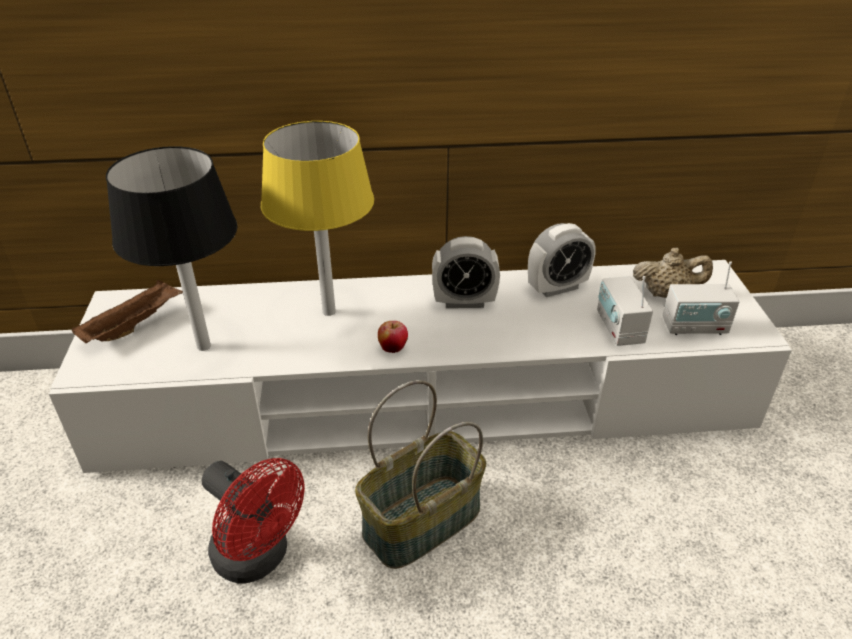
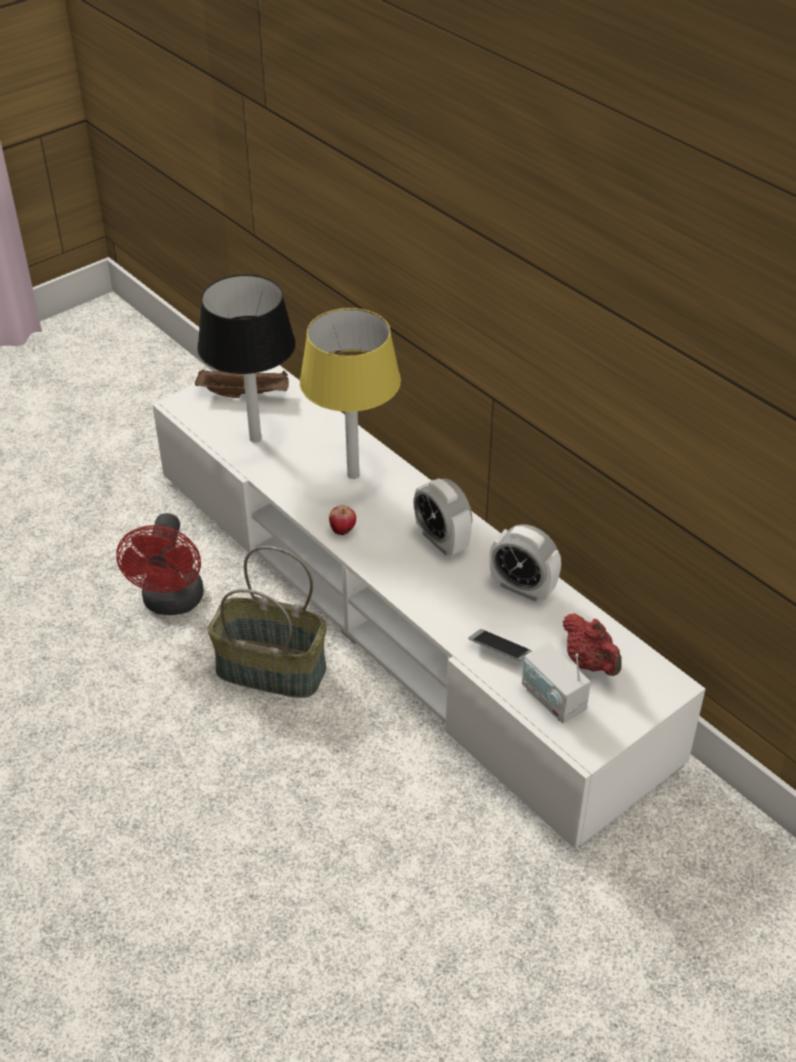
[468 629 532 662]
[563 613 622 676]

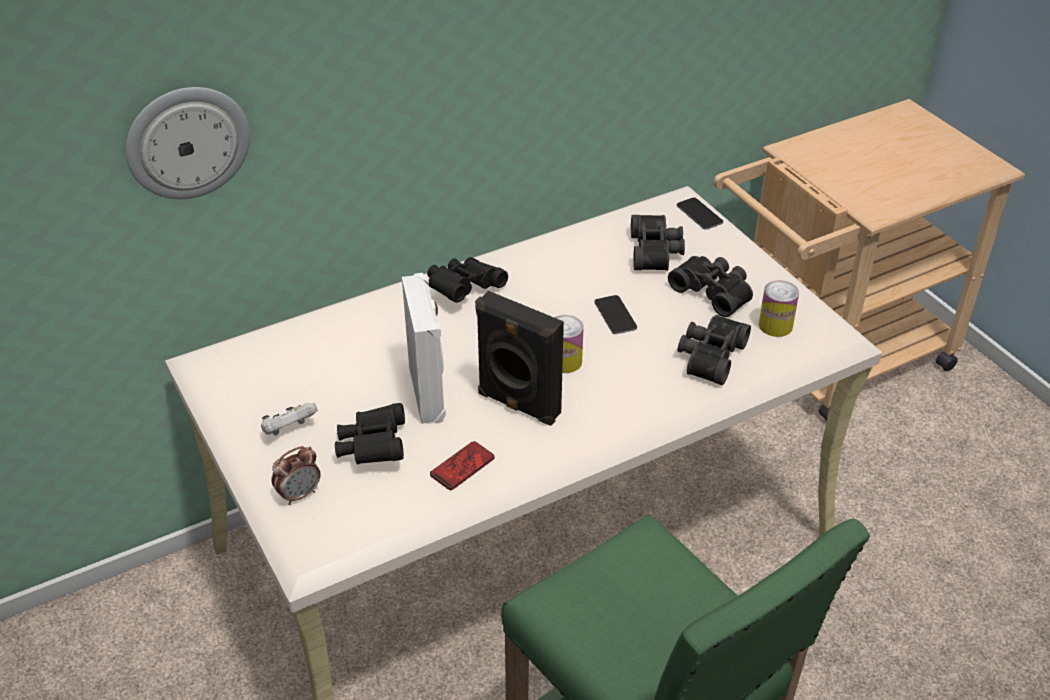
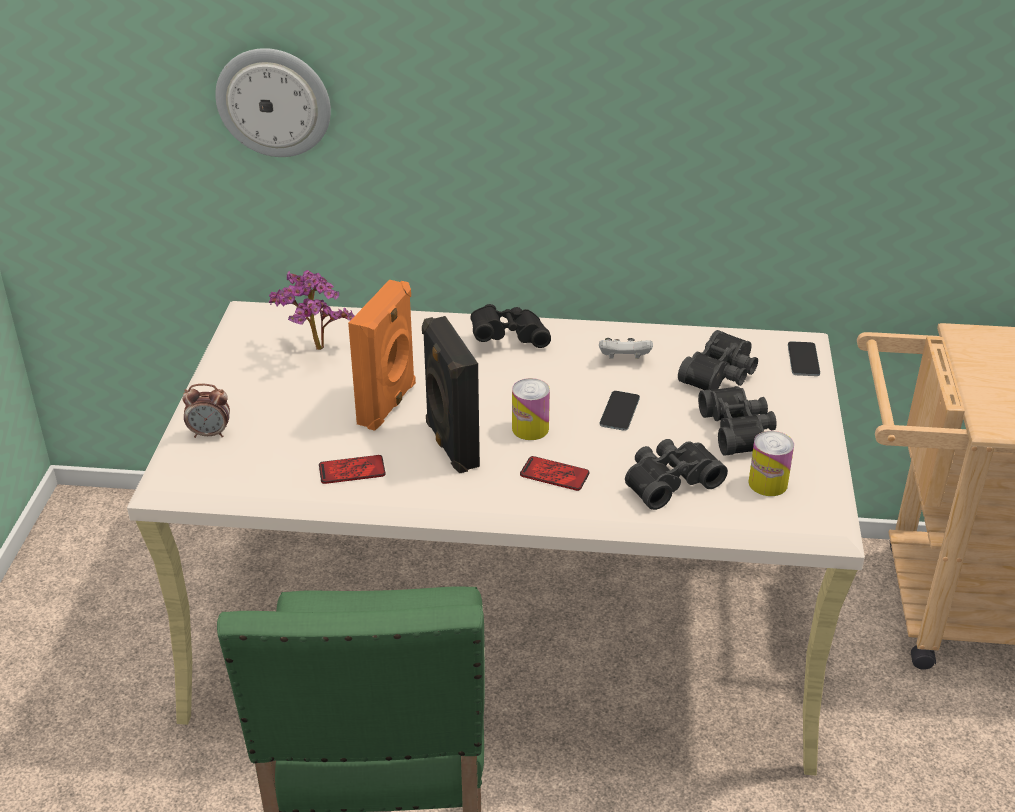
[268 270 355 350]
[348 279 416 431]
[520 456 589 491]
[599 338 653 359]
[335 403 405 465] (first image)

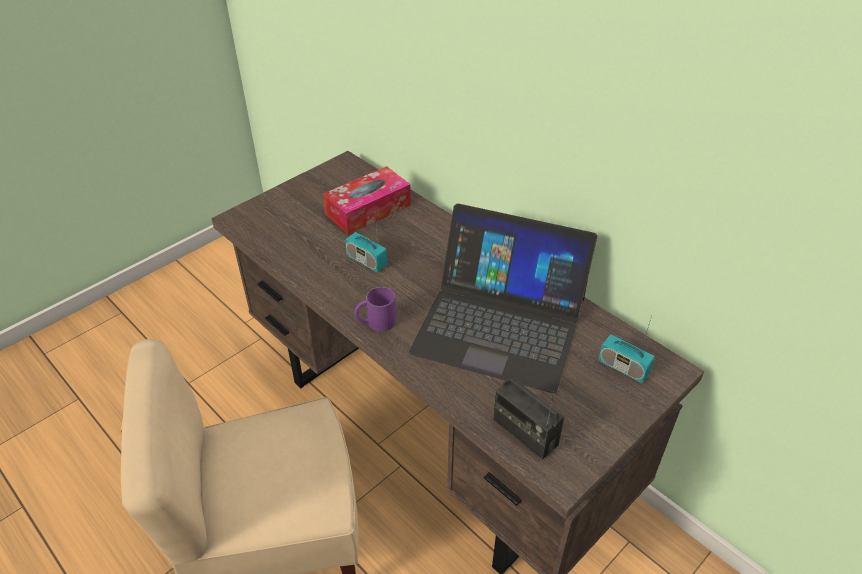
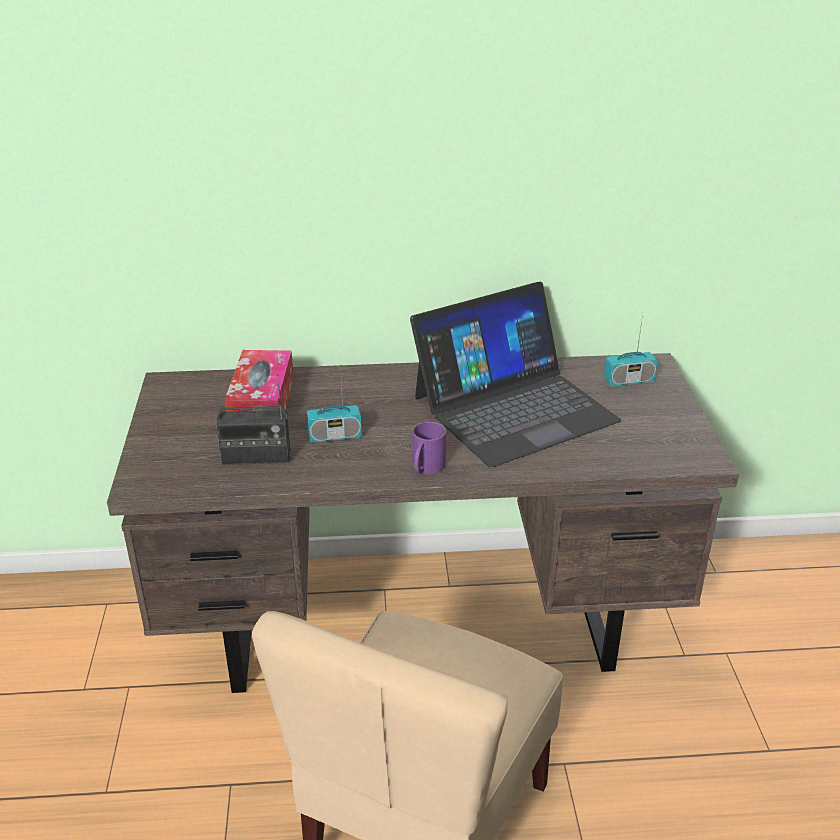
[216 374 290 465]

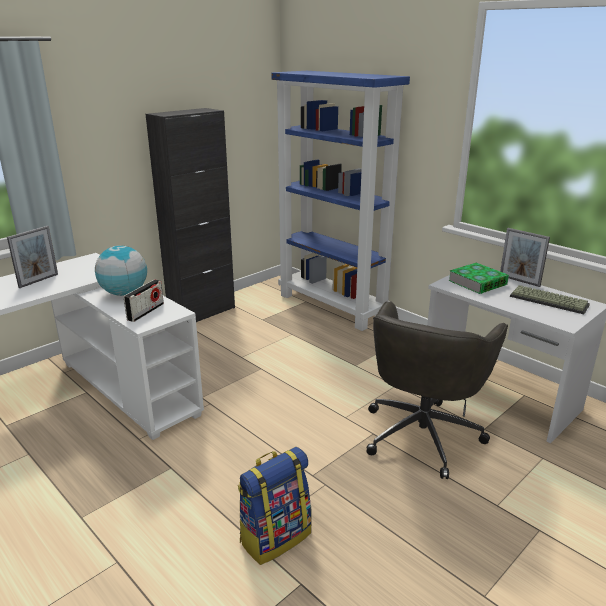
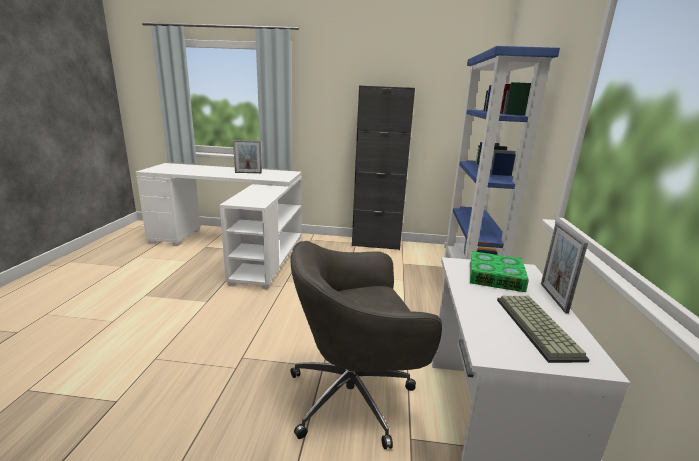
[95 245 147 296] (first image)
[124 280 164 322] (first image)
[238 447 312 565] (first image)

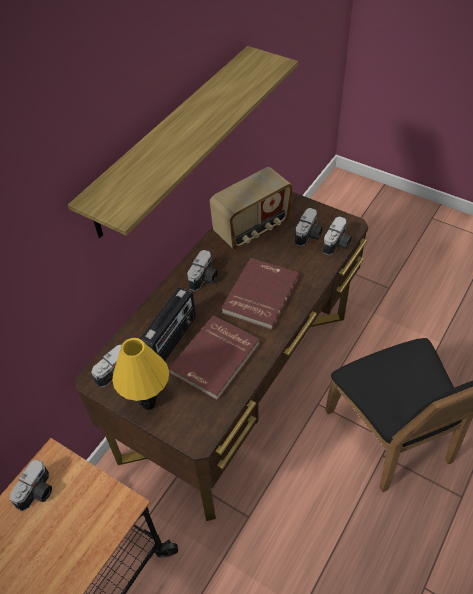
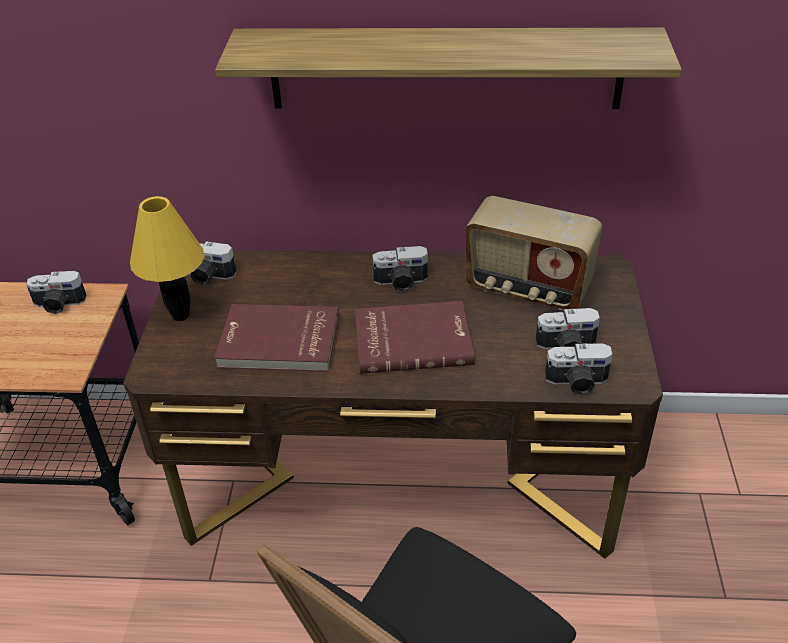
[140 287 196 361] (first image)

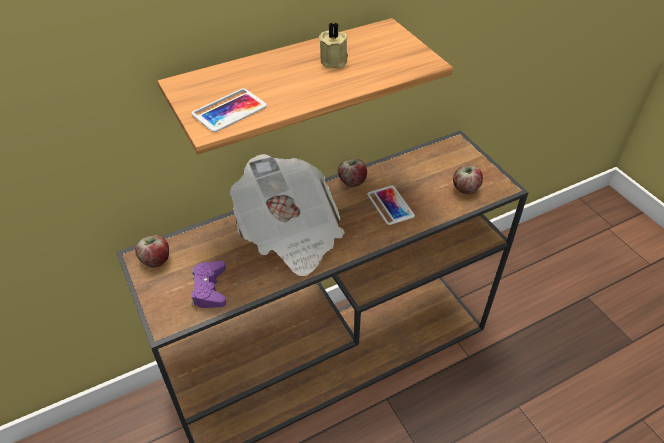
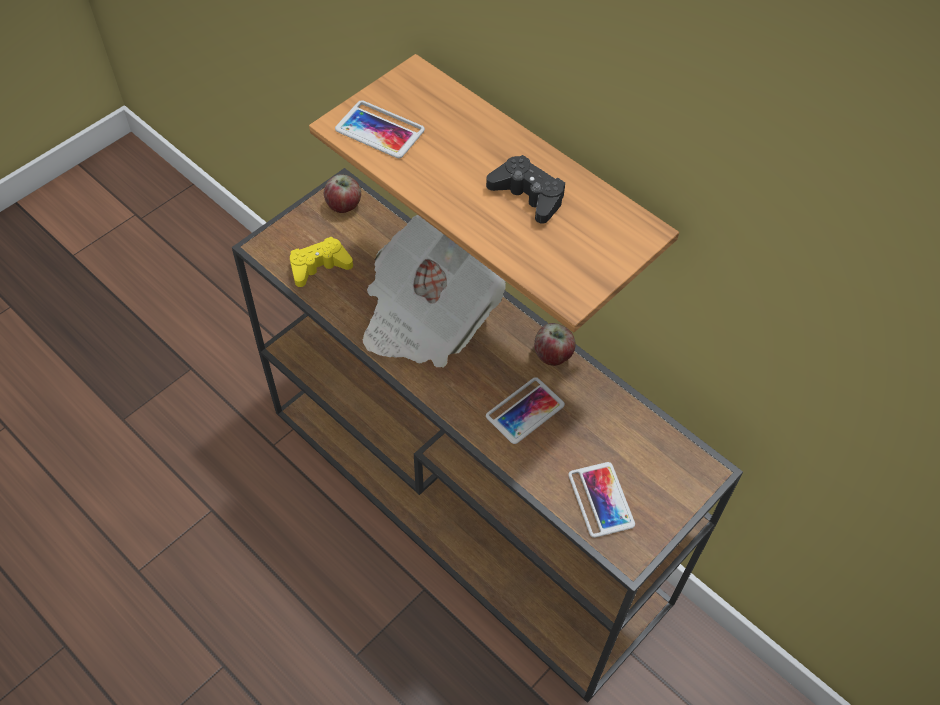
[290 236 353 287]
[486 155 565 224]
[568 462 635 538]

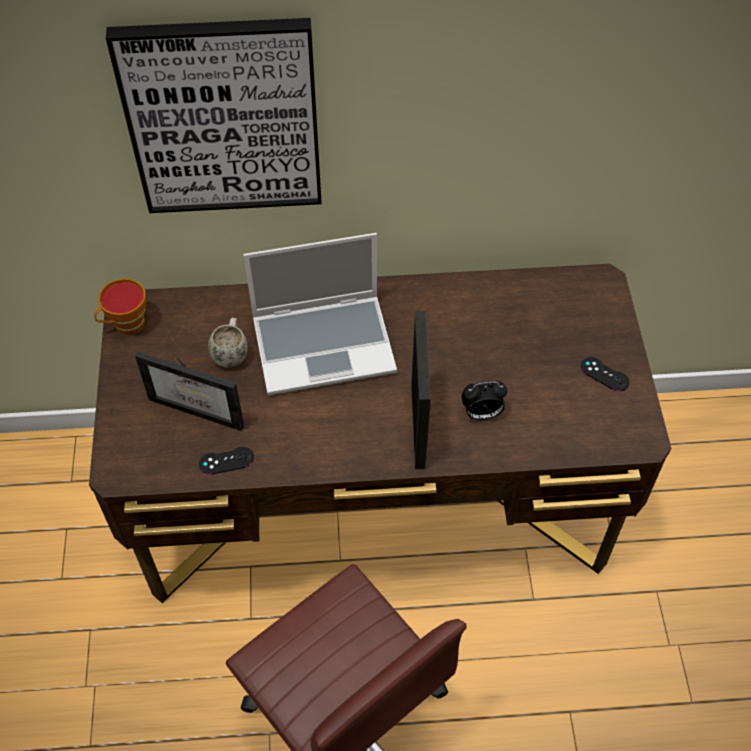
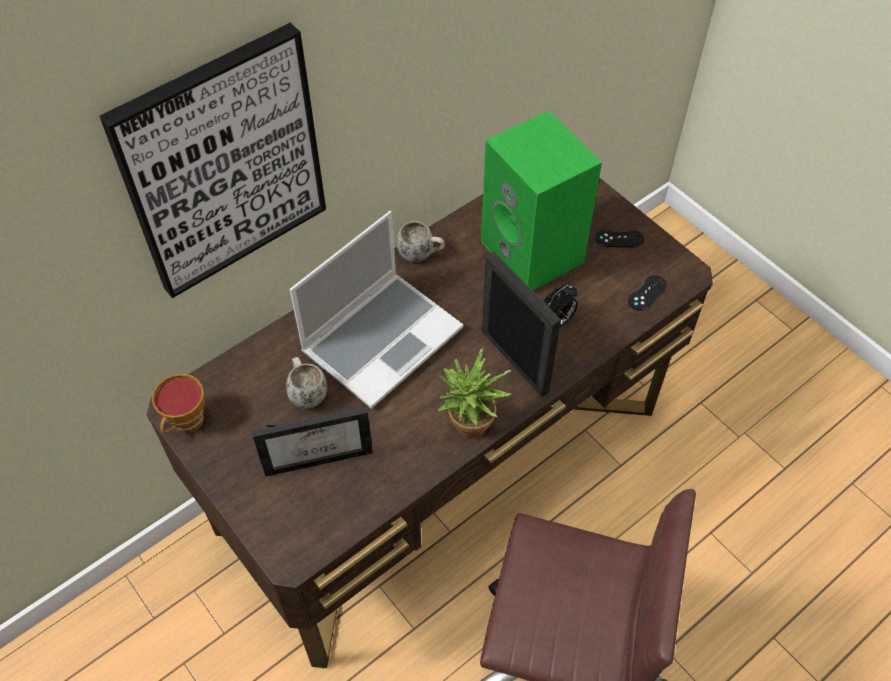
[397 221 445 262]
[438 349 512 438]
[481 110 602 291]
[628 275 667 311]

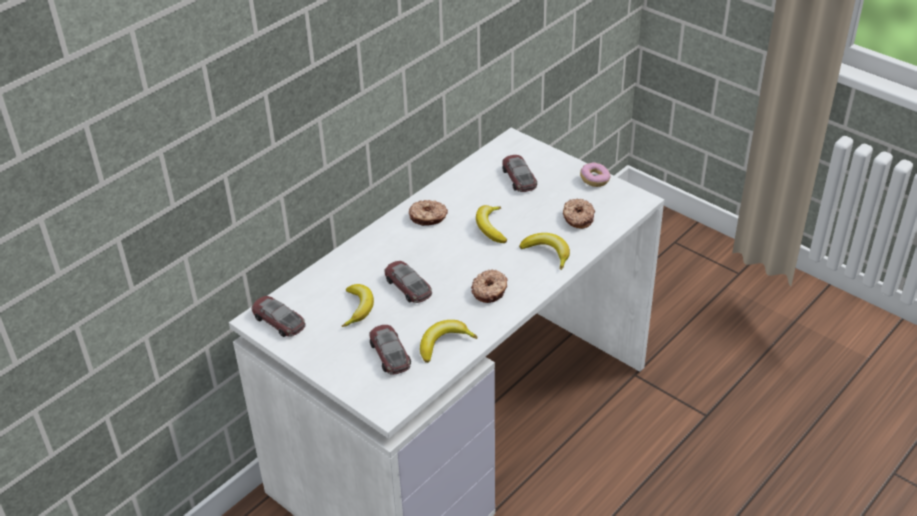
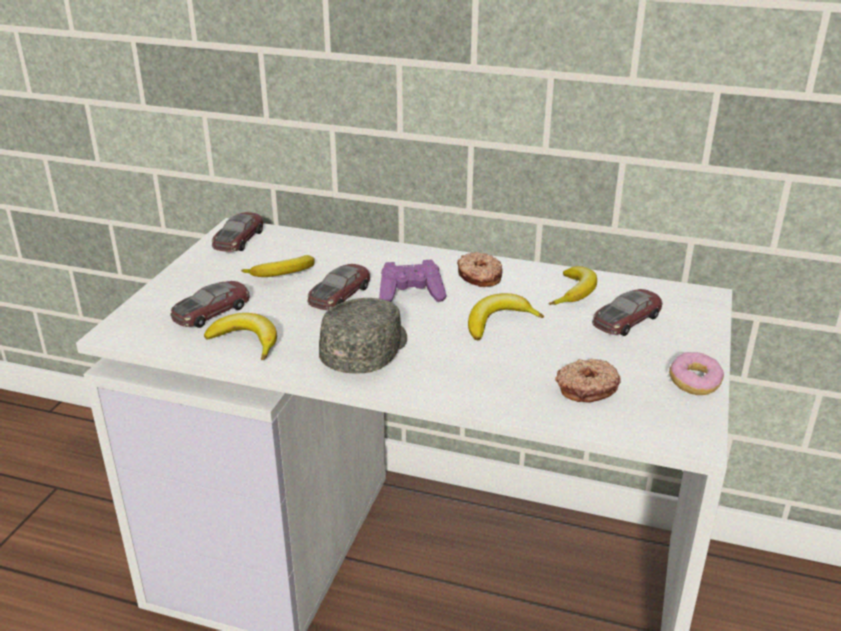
[319 298 407 374]
[379 260 447 302]
[549 266 597 305]

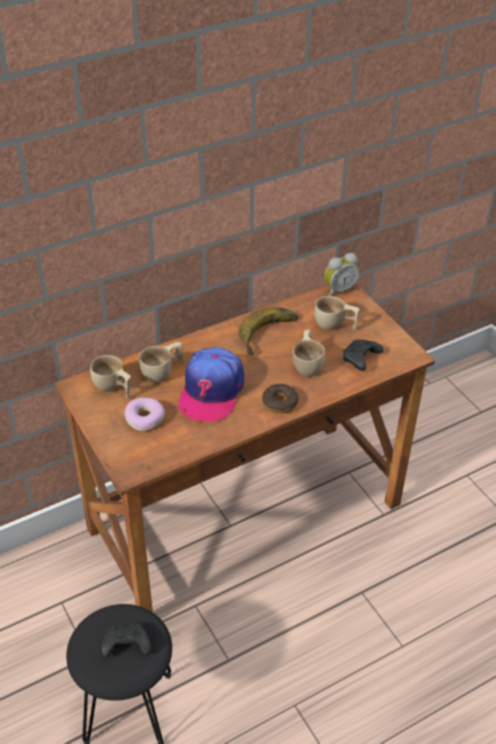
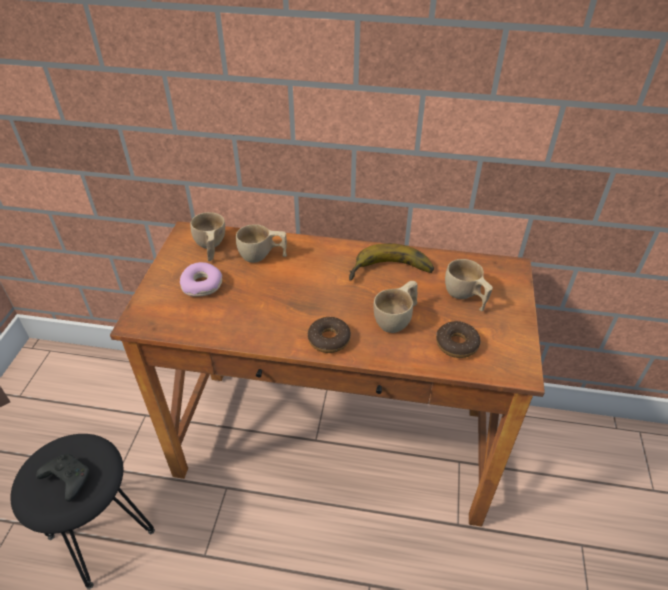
[436 321 480 358]
[179 348 244 422] (first image)
[324 253 359 296] (first image)

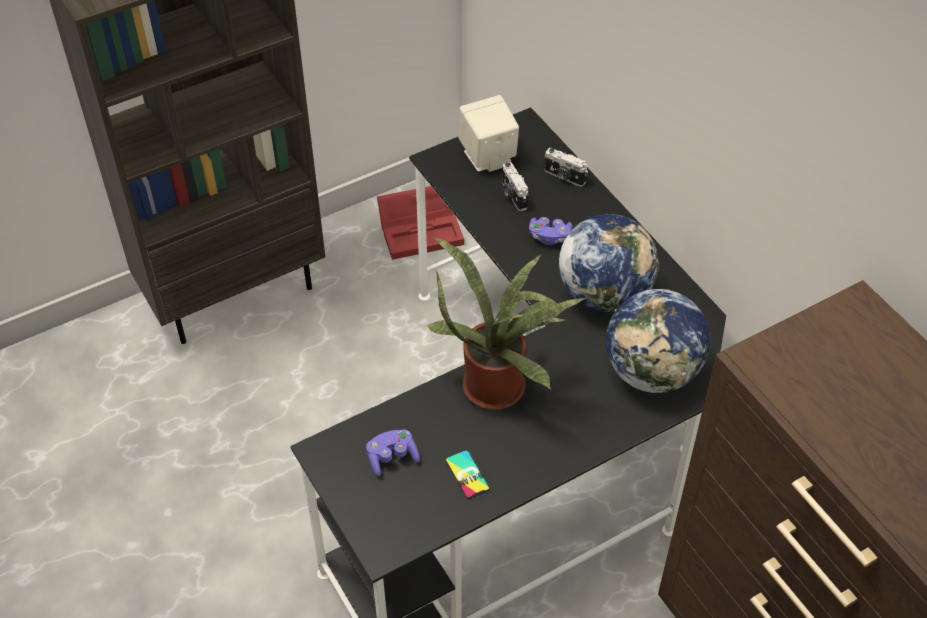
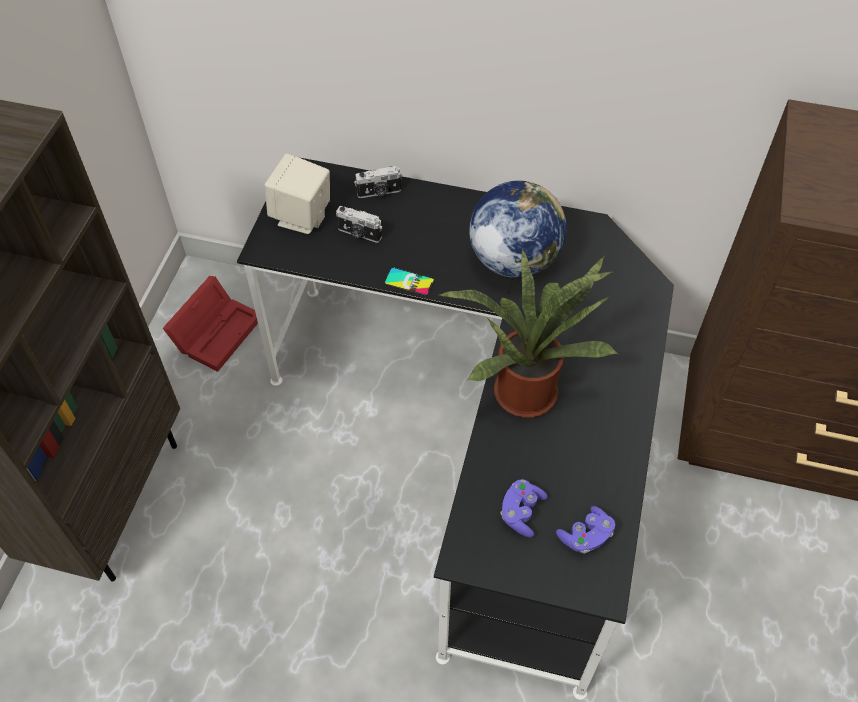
[384 267 435 296]
[556 506 615 554]
[606 289 710 393] (first image)

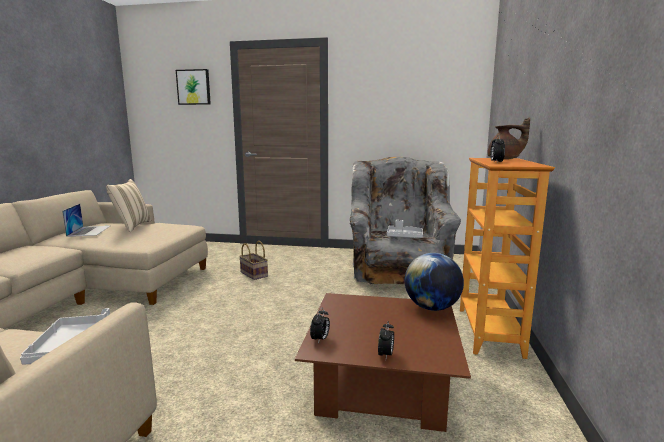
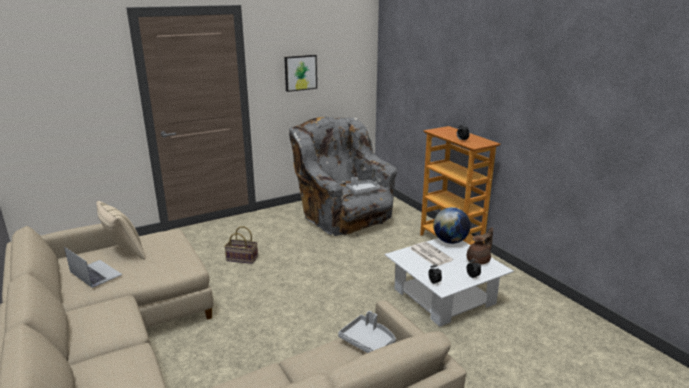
[284 55 317 92]
[385 238 514 327]
[410 242 453 266]
[467 227 493 264]

